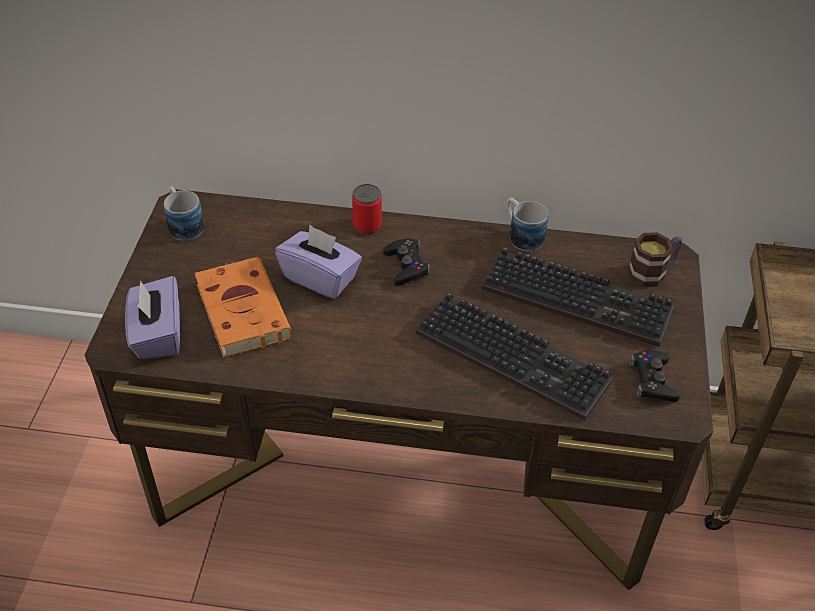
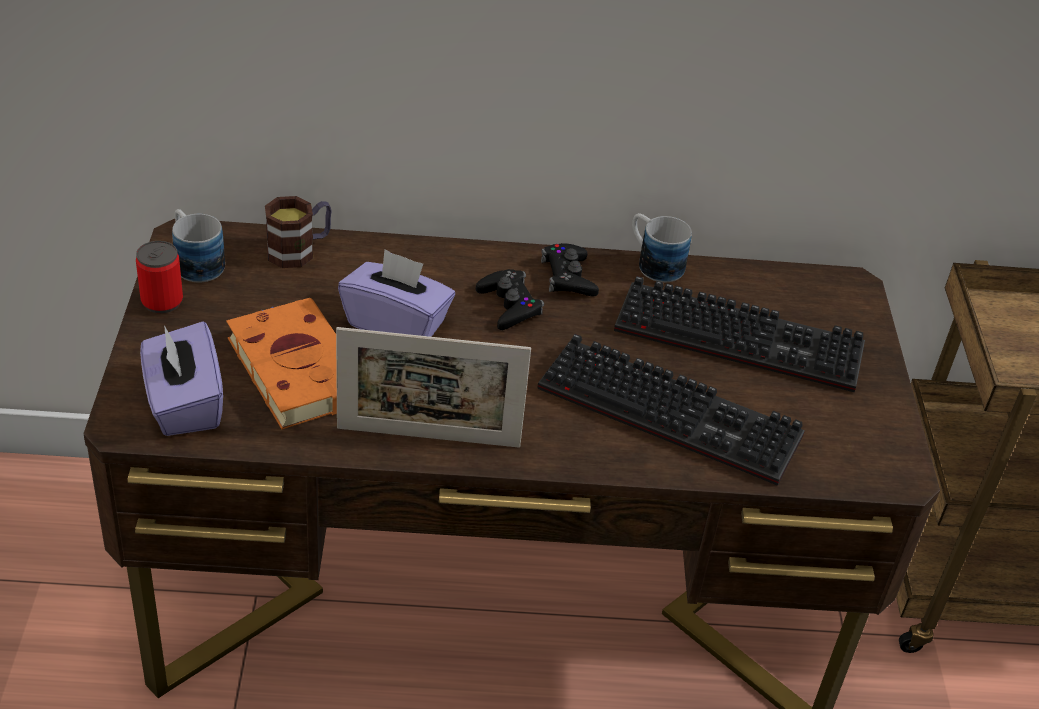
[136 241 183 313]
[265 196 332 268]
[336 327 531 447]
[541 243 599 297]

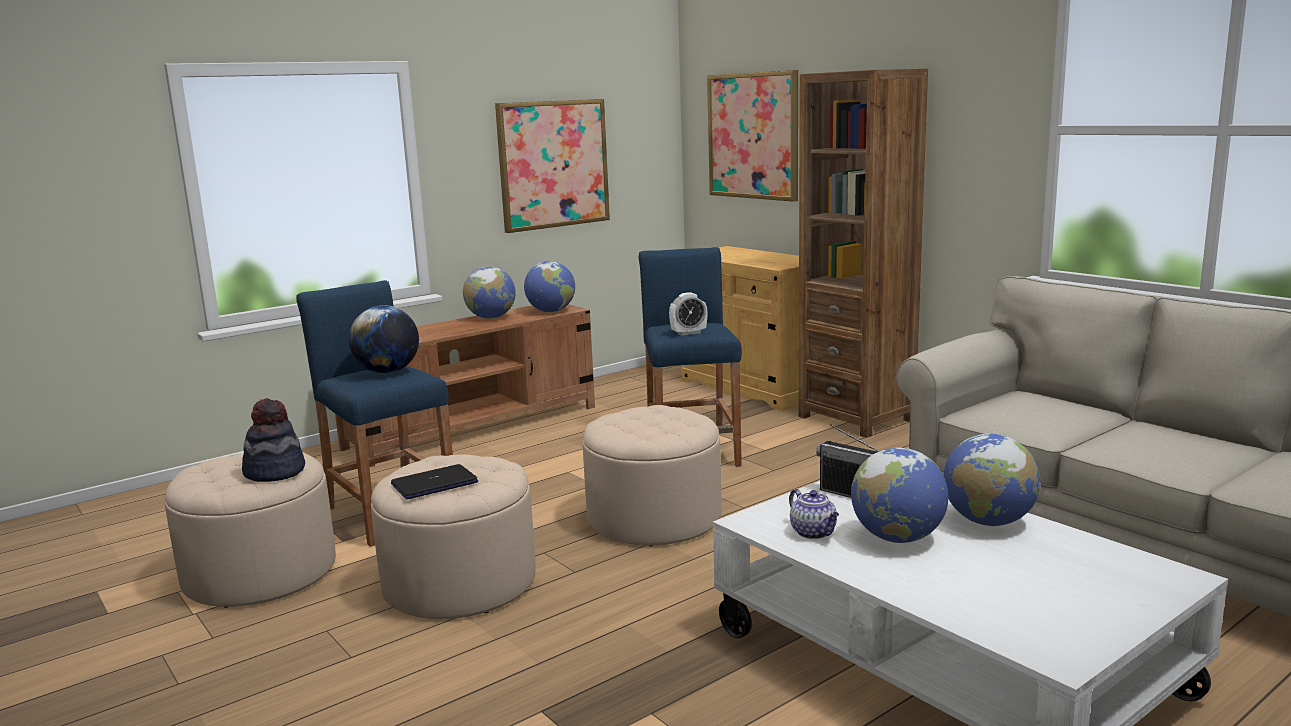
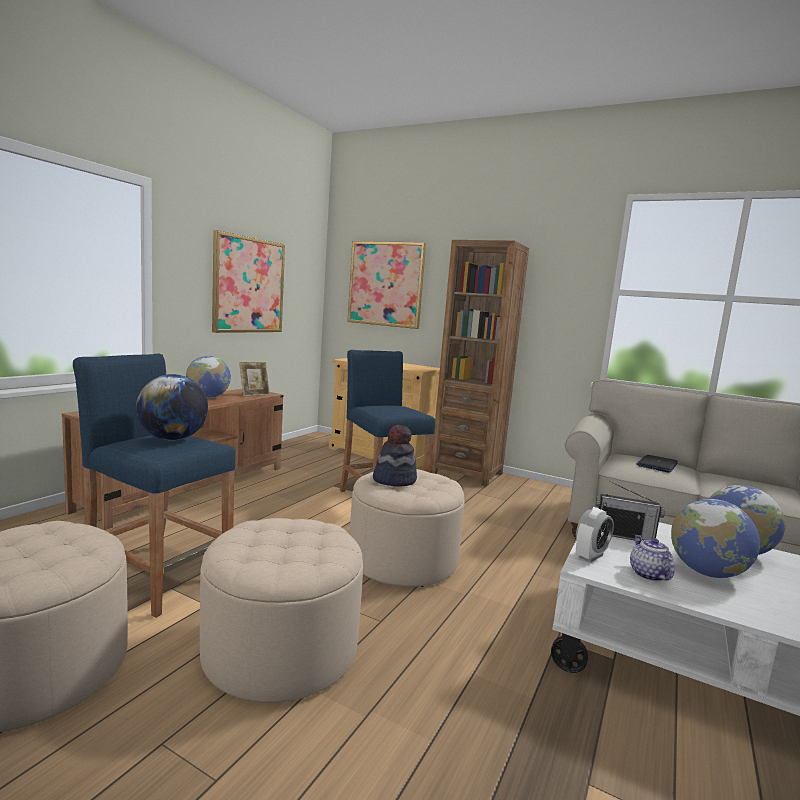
[239 362 270 397]
[373 425 417 487]
[576 508 614 563]
[630 535 675 581]
[636 455 678 473]

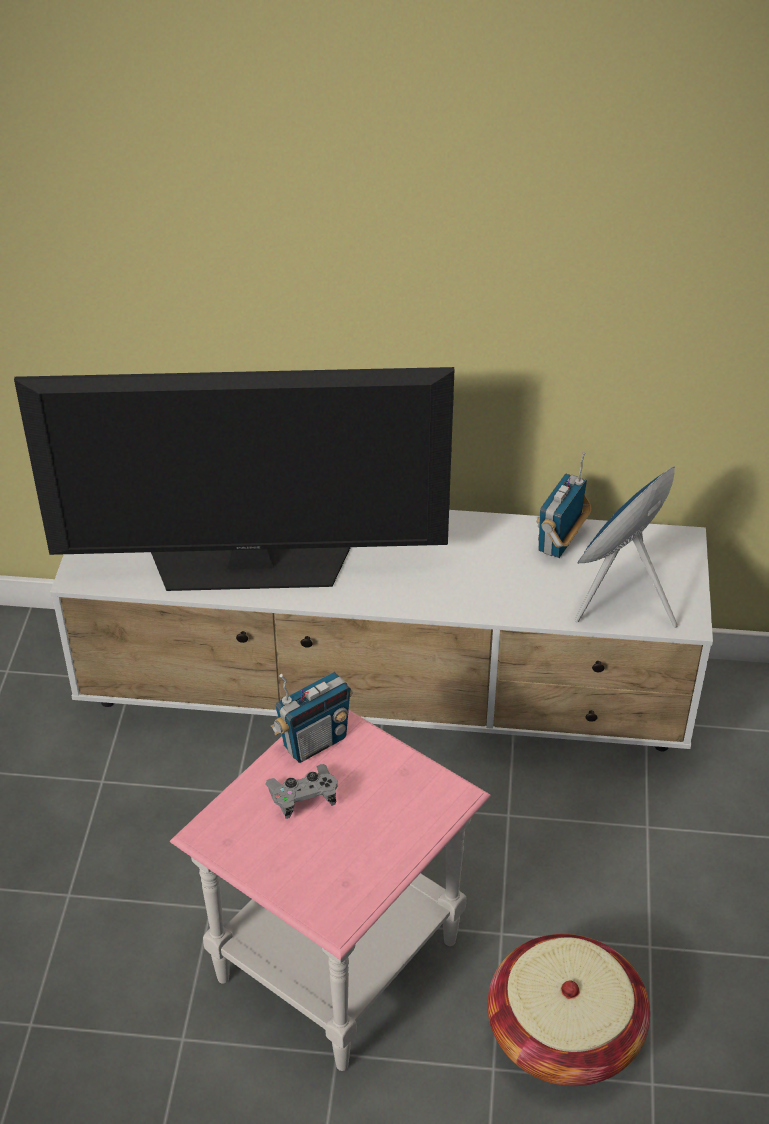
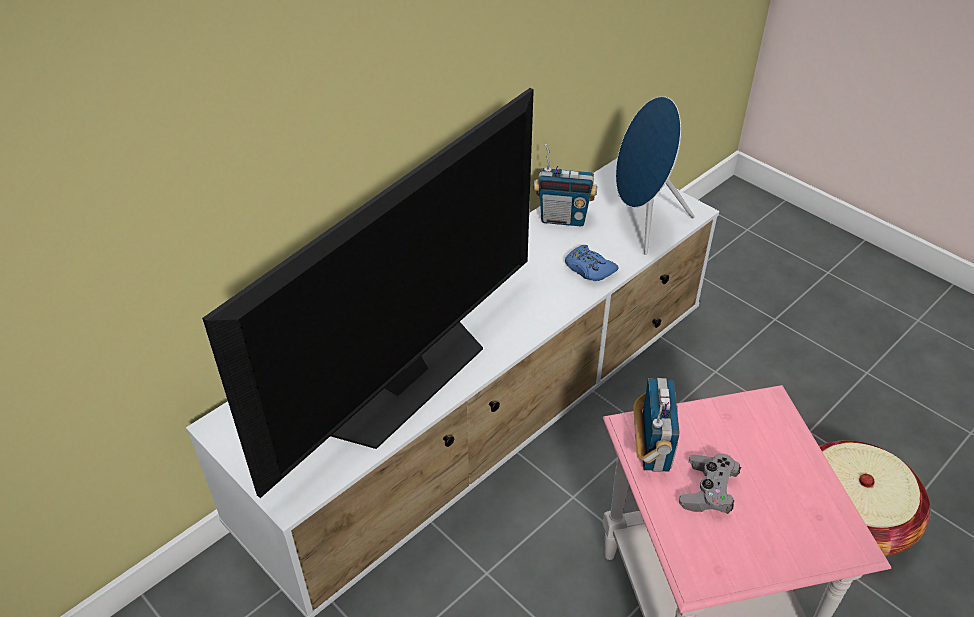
[534 144 597 226]
[565 245 619 281]

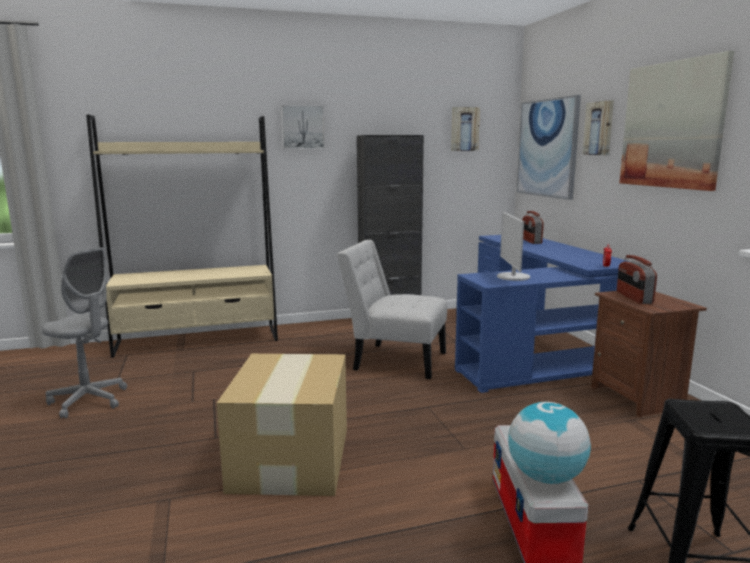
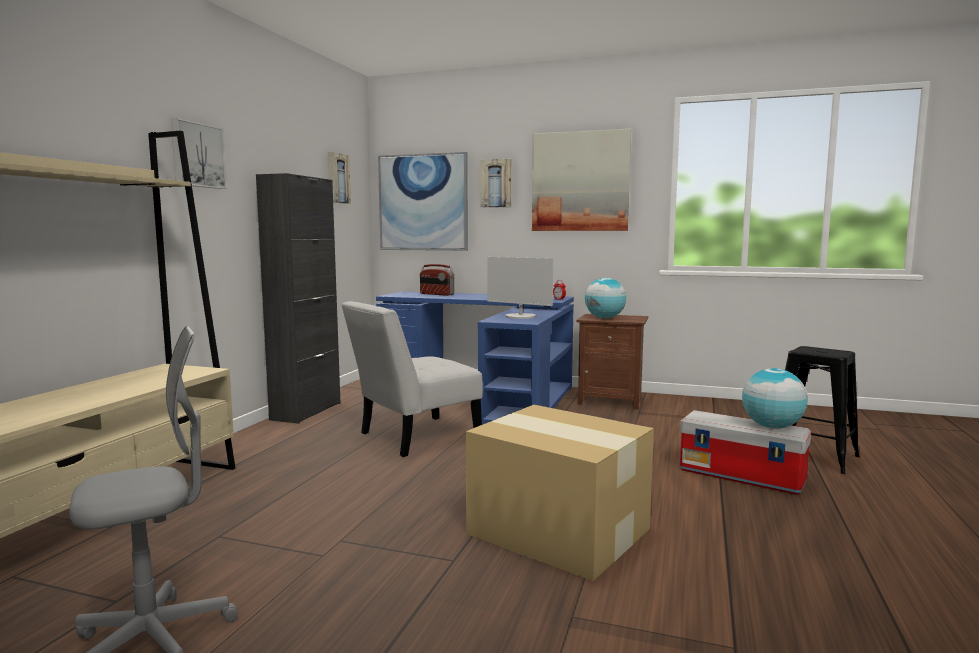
[585 278 626 319]

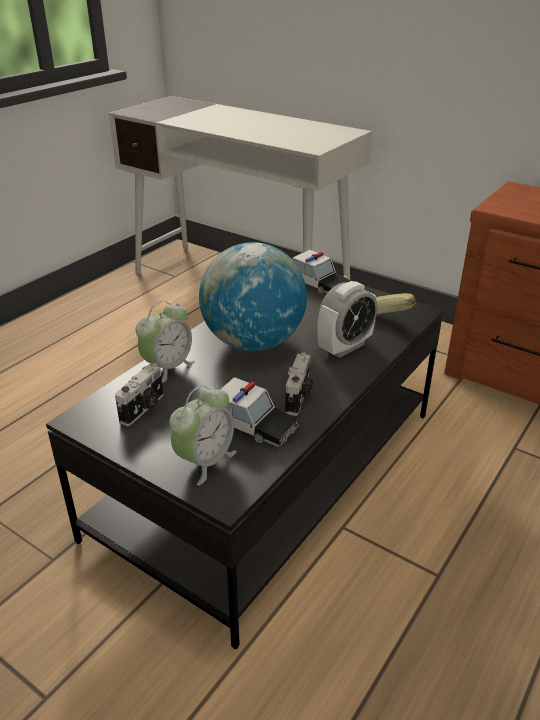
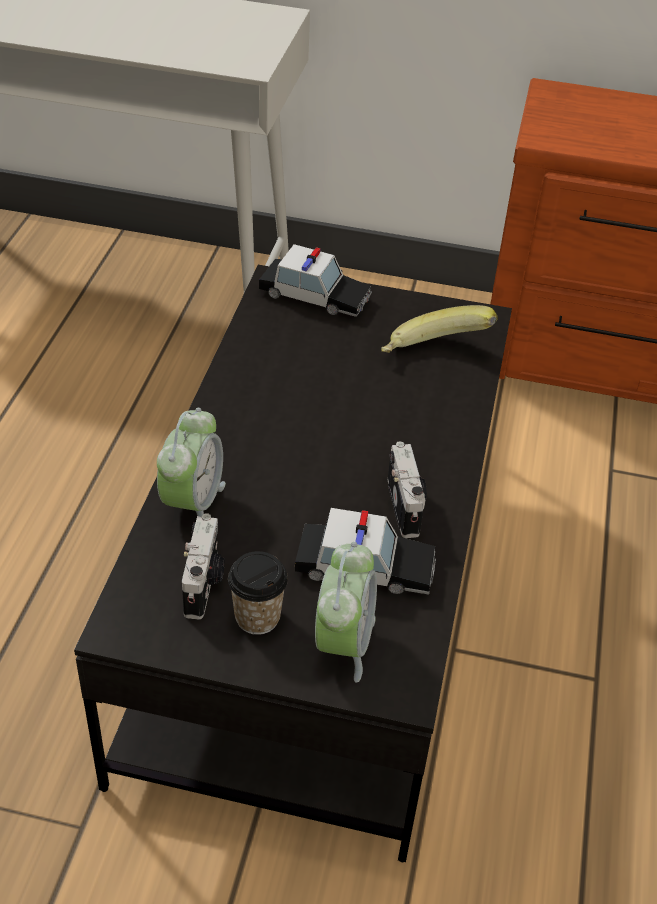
[228 551 288 635]
[199 242 307 351] (first image)
[317 281 377 358] (first image)

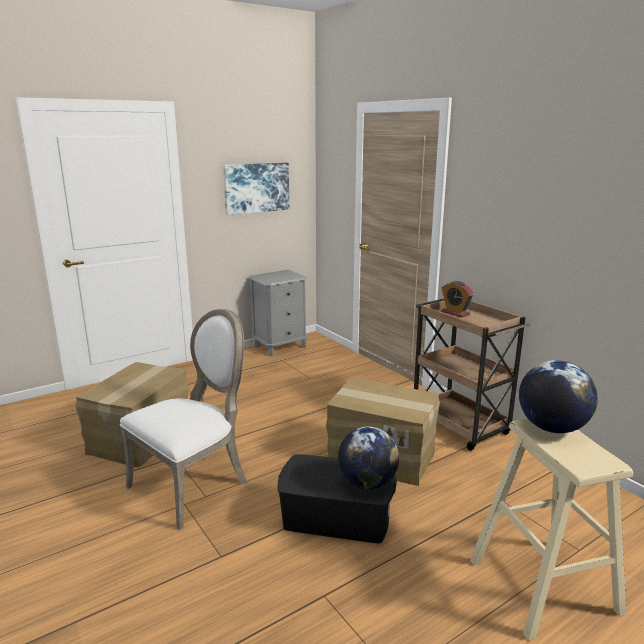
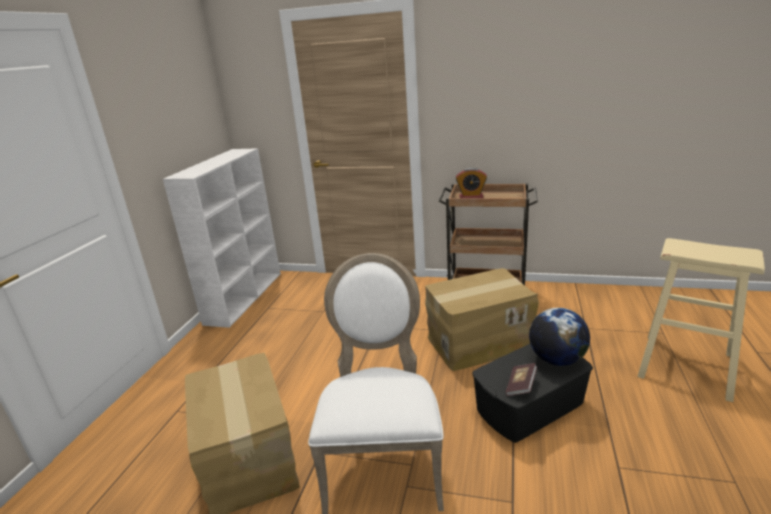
[163 148 281 328]
[506 363 537 396]
[223 162 289 215] (first image)
[519 360 598 433] (first image)

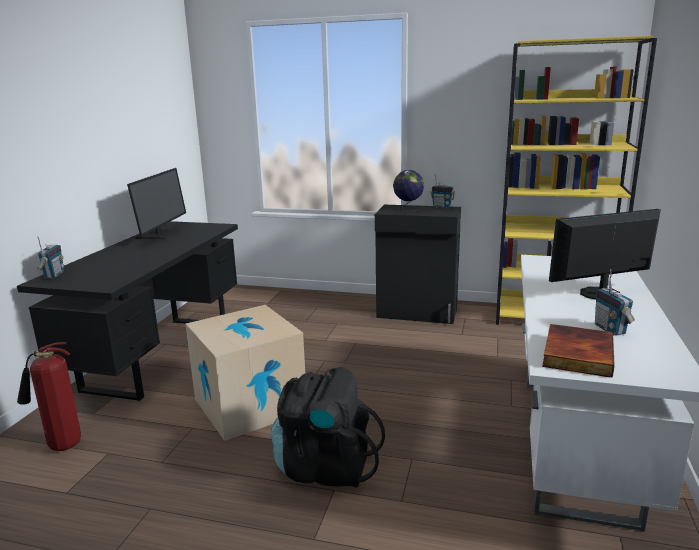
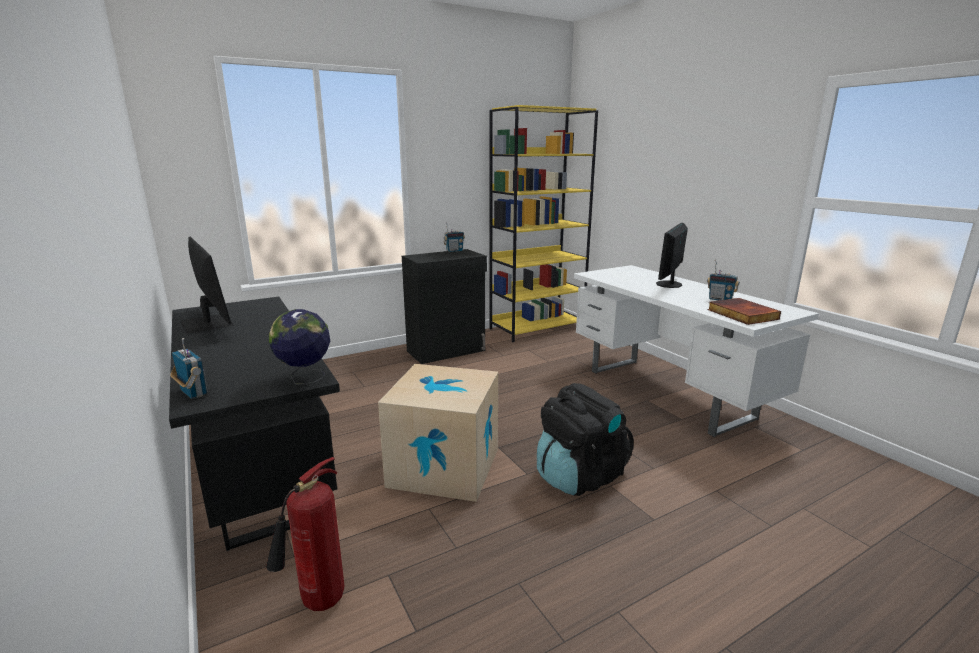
[269 309 330 384]

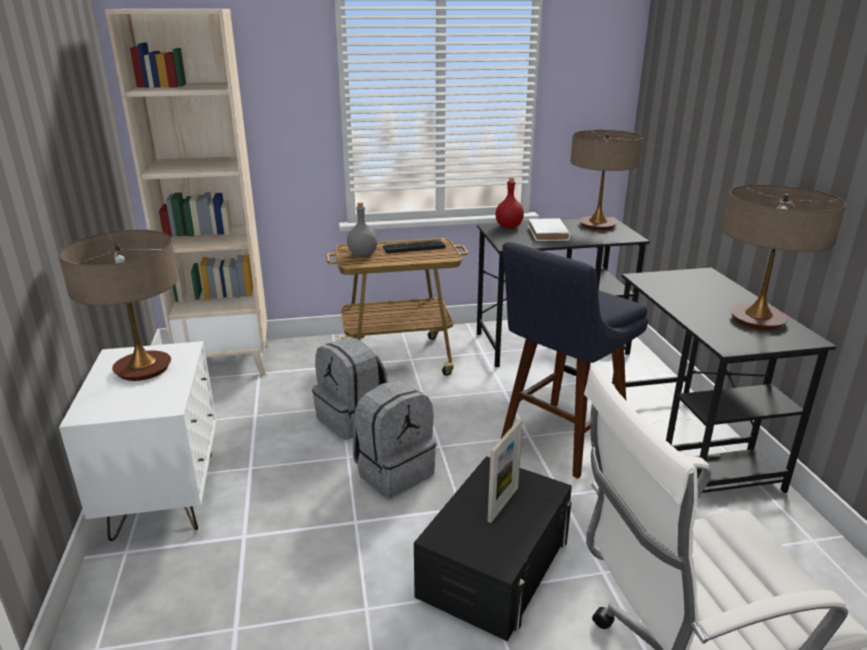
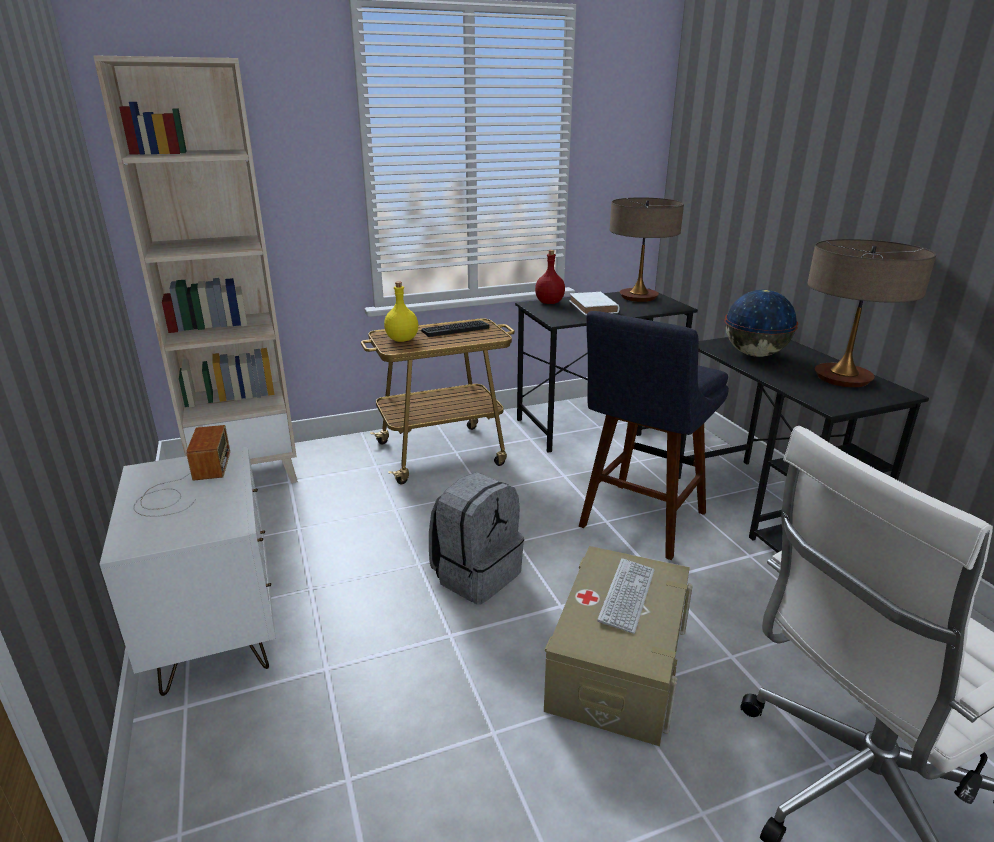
[134 425 230 517]
[384 281 418 342]
[544 546 693 746]
[597 558 654 634]
[724 290 798 357]
[312 336 388 440] (first image)

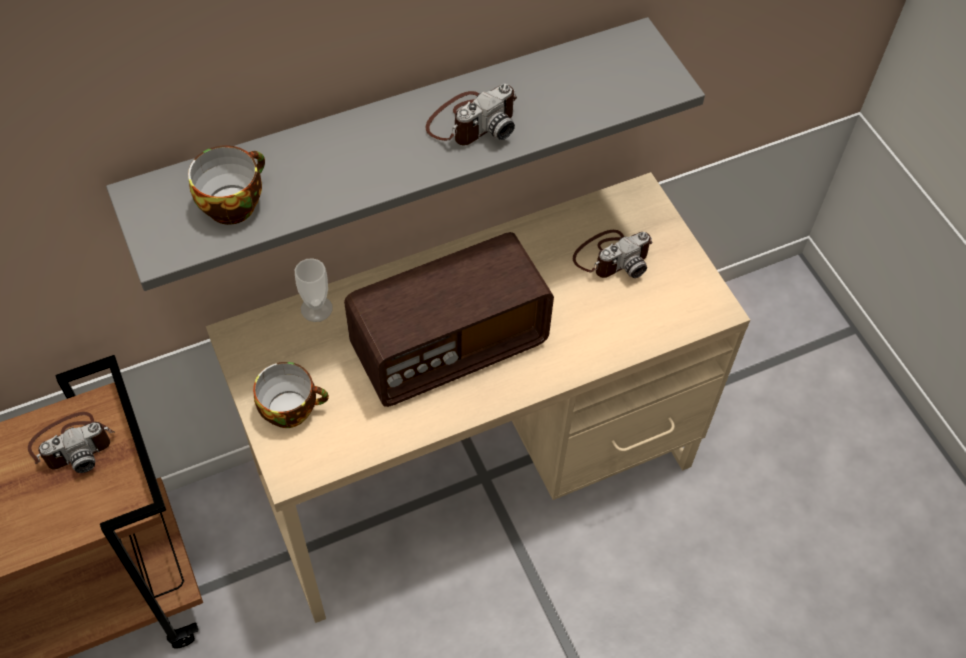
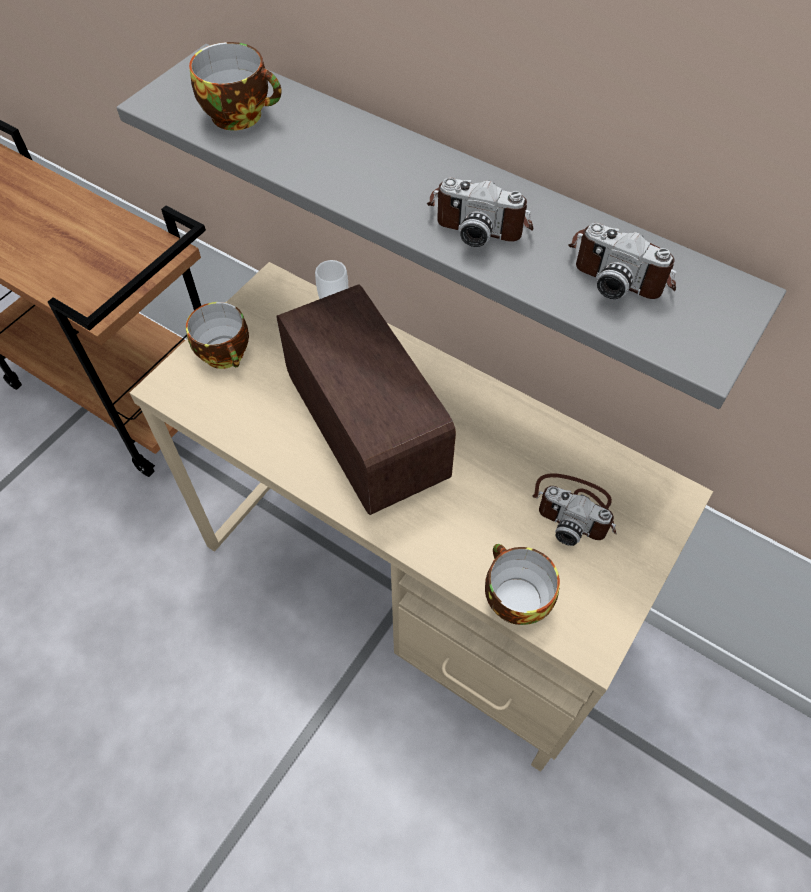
[277 284 456 515]
[485 544 560 625]
[568 223 677 299]

